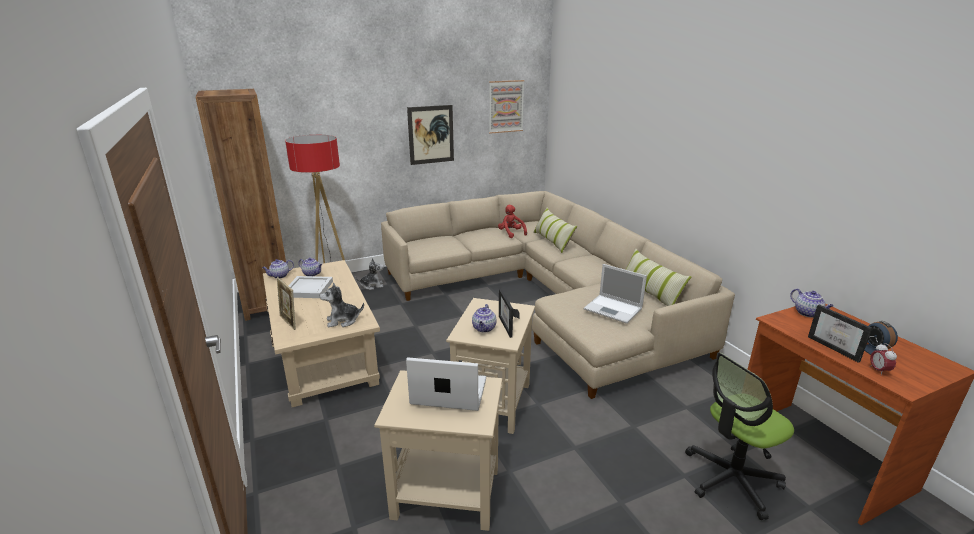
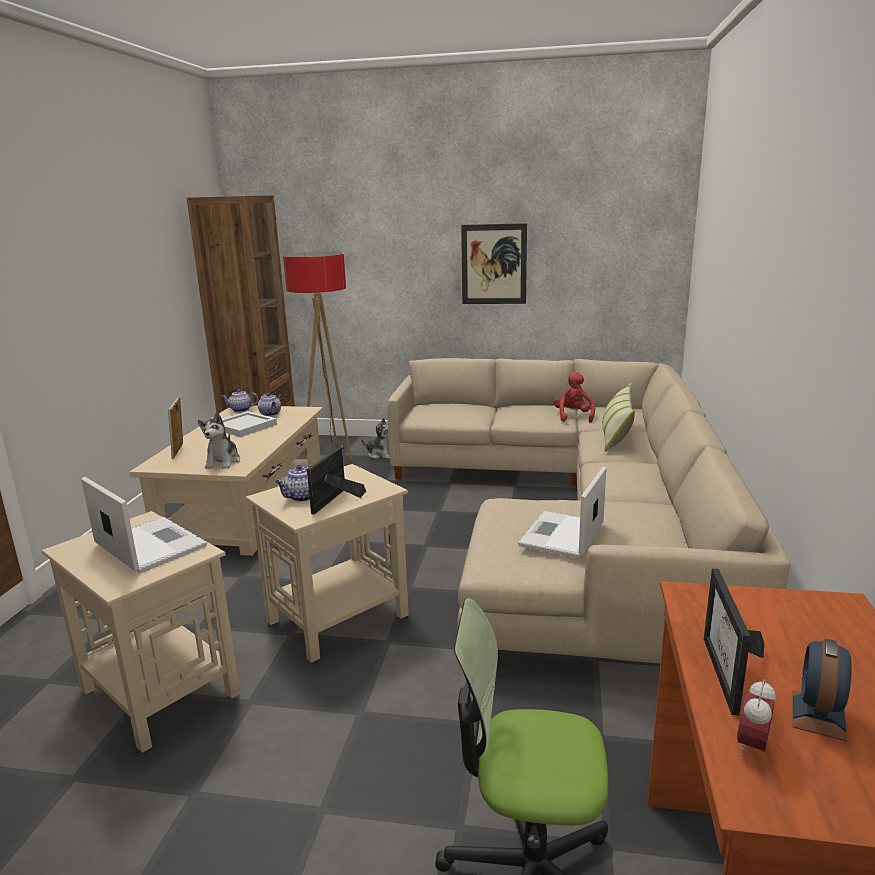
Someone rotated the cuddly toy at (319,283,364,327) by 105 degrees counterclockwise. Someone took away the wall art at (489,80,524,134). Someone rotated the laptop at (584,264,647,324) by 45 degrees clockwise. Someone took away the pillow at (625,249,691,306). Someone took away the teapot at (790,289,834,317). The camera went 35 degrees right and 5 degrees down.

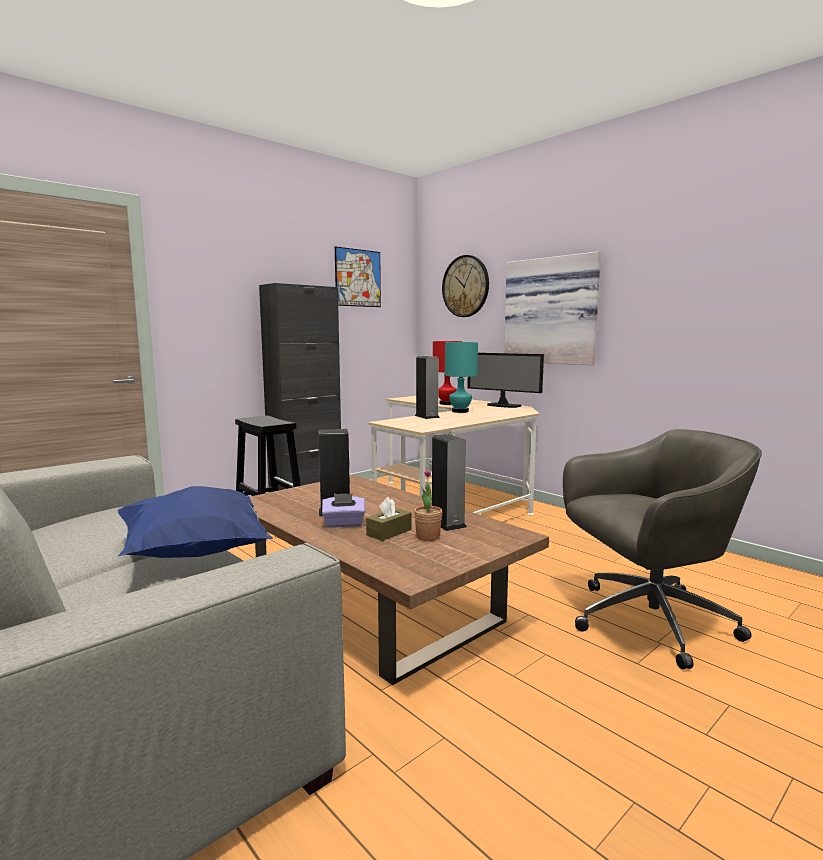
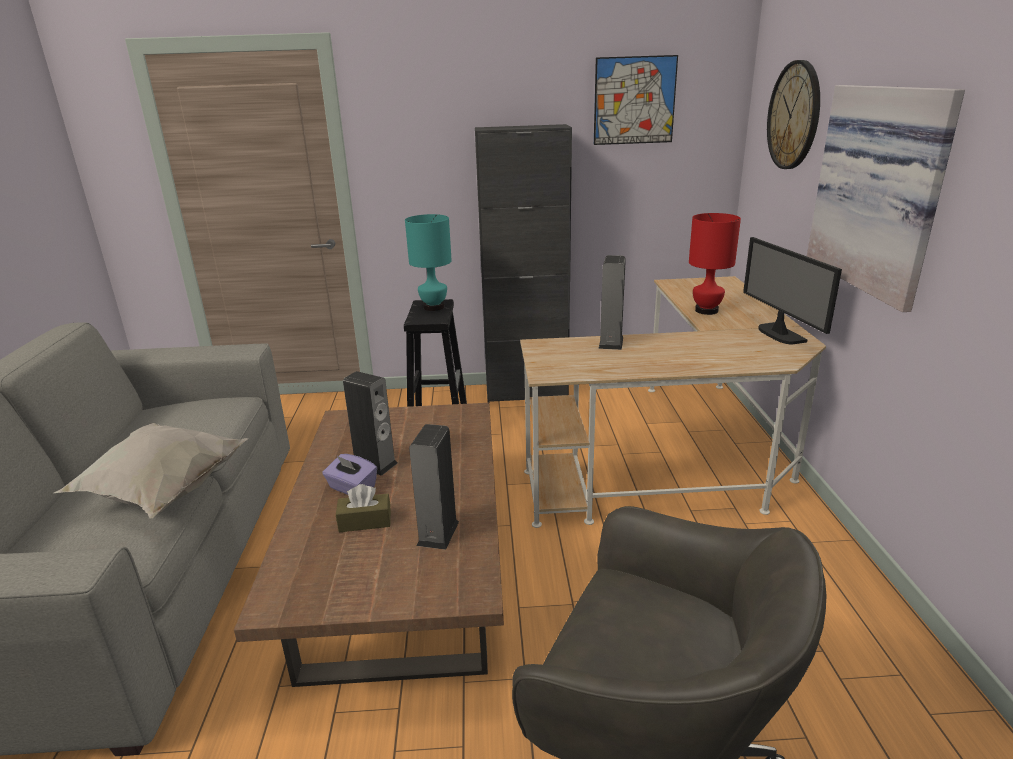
Someone repainted the pillow/blue-coloured at (117,486,273,558), which became the pillow/white-coloured at (54,423,248,518). Someone took away the potted plant at (414,468,442,541). Someone carried the table lamp/turquoise-coloured from (445,342,478,413) to (405,214,452,311). The camera went 40 degrees right and 15 degrees up.

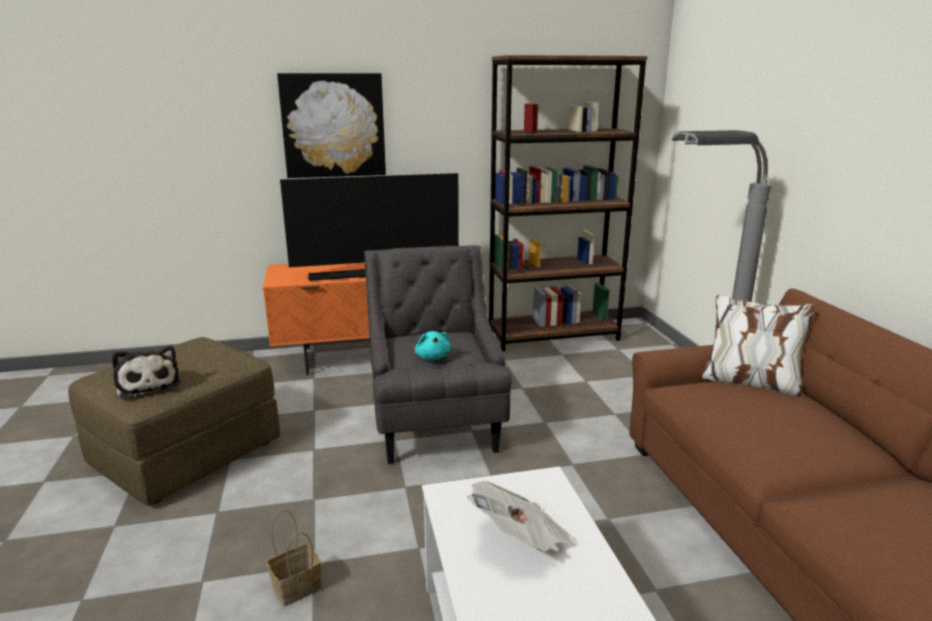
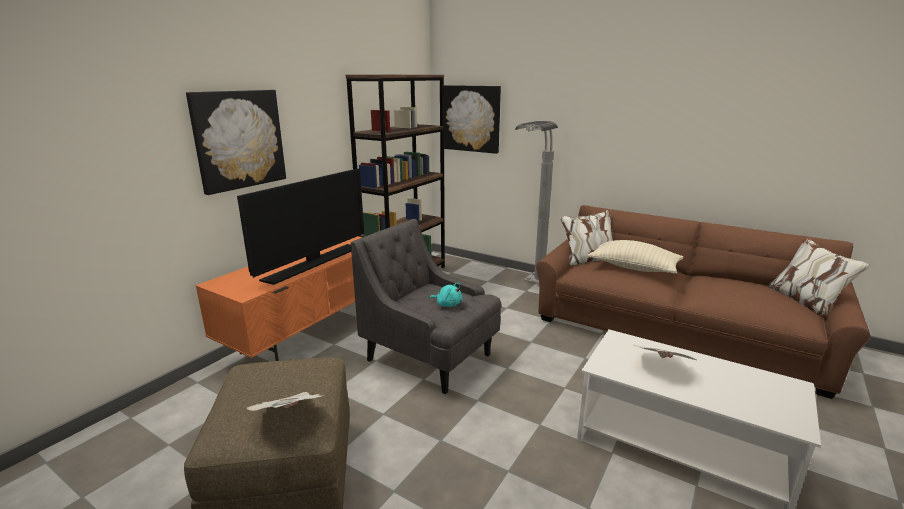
Someone swapped the cuddly toy at (112,346,180,399) for the daily paper at (247,392,324,411). Someone took away the household basket at (267,509,322,606). Someone put up the wall art at (444,85,501,154). Someone put down the pillow/beige-coloured at (588,240,683,274). The camera went 45 degrees left and 0 degrees up.

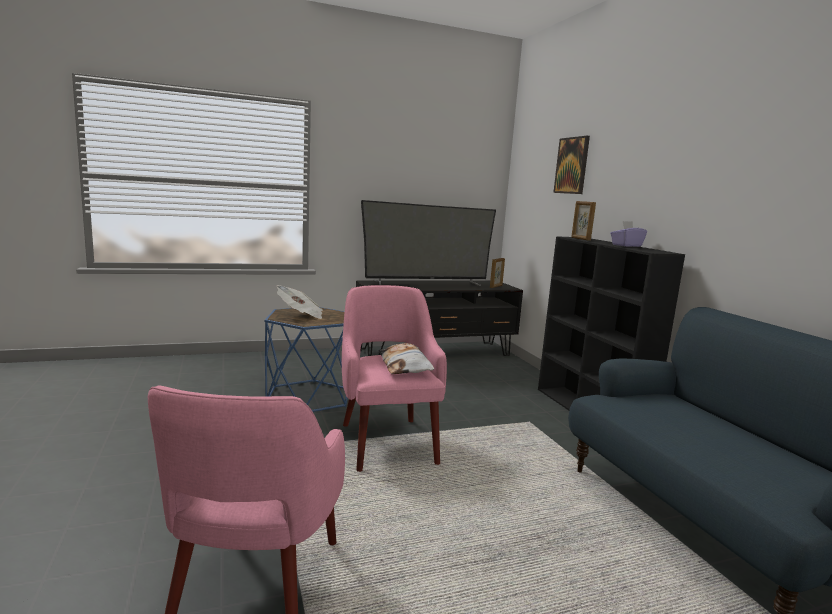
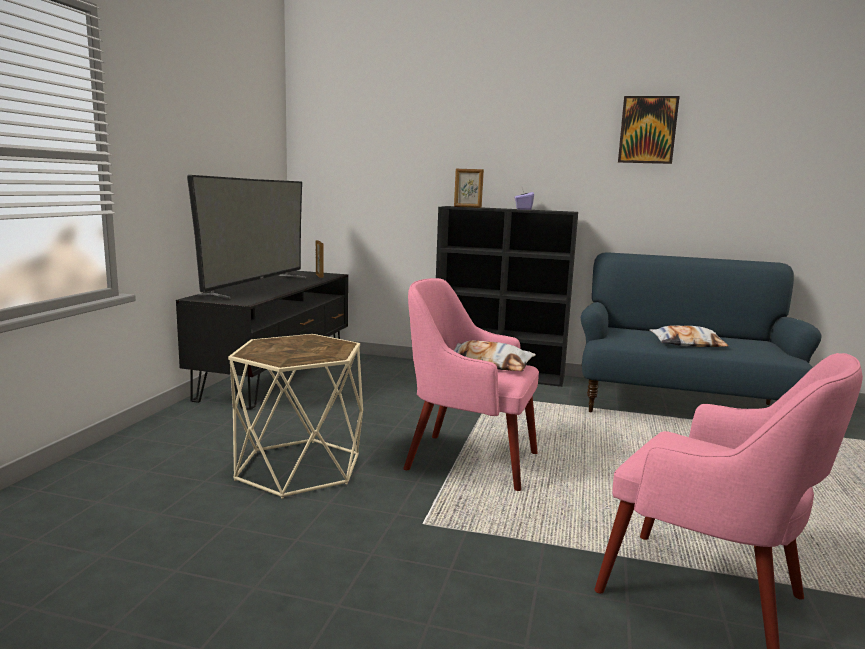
Someone repainted the end table/blue-coloured at (265,307,348,412), which became the end table/beige-coloured at (228,334,363,499). Someone took away the daily paper at (276,285,323,319). Someone carried the wall art from (553,136,590,194) to (618,96,680,164). Someone put down the pillow at (650,326,729,347). The camera went 55 degrees left and 0 degrees up.

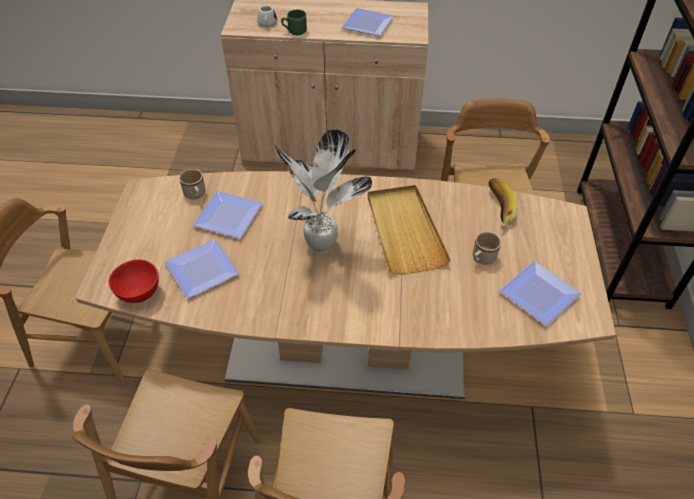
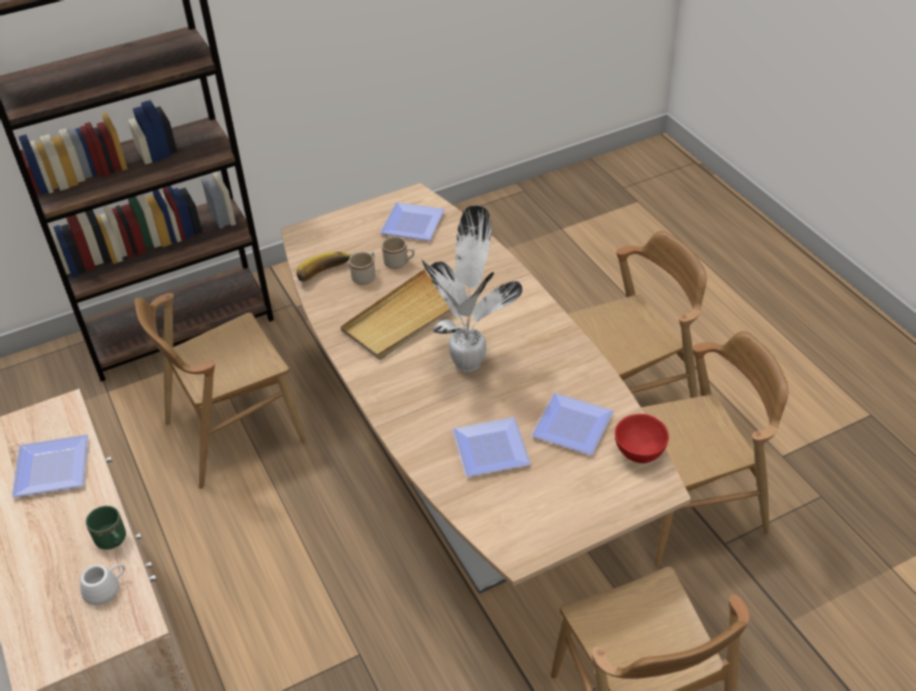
Someone carried the coffee mug/beige-coloured from (179,169,205,199) to (349,251,375,285). The camera went 120 degrees left and 5 degrees down.

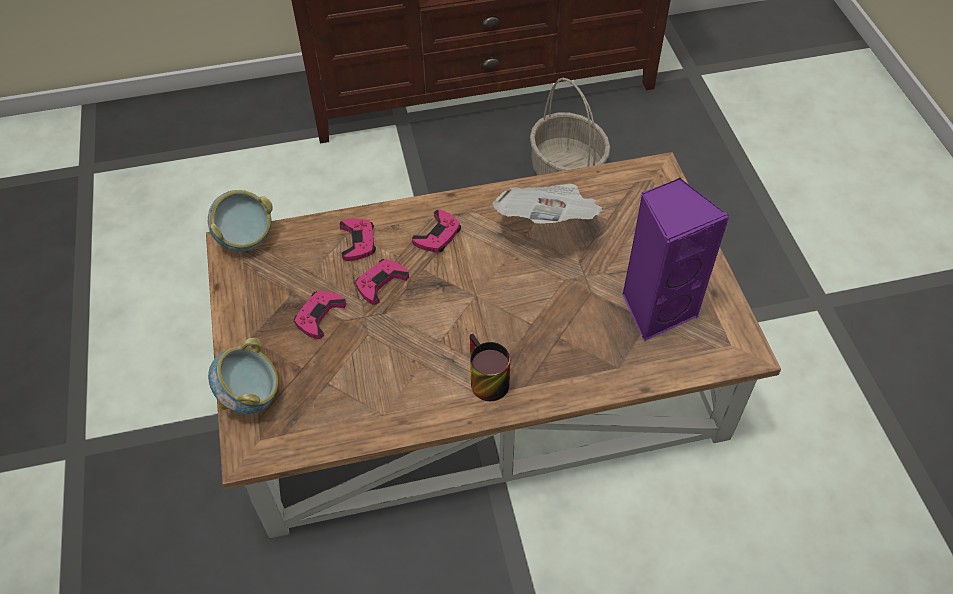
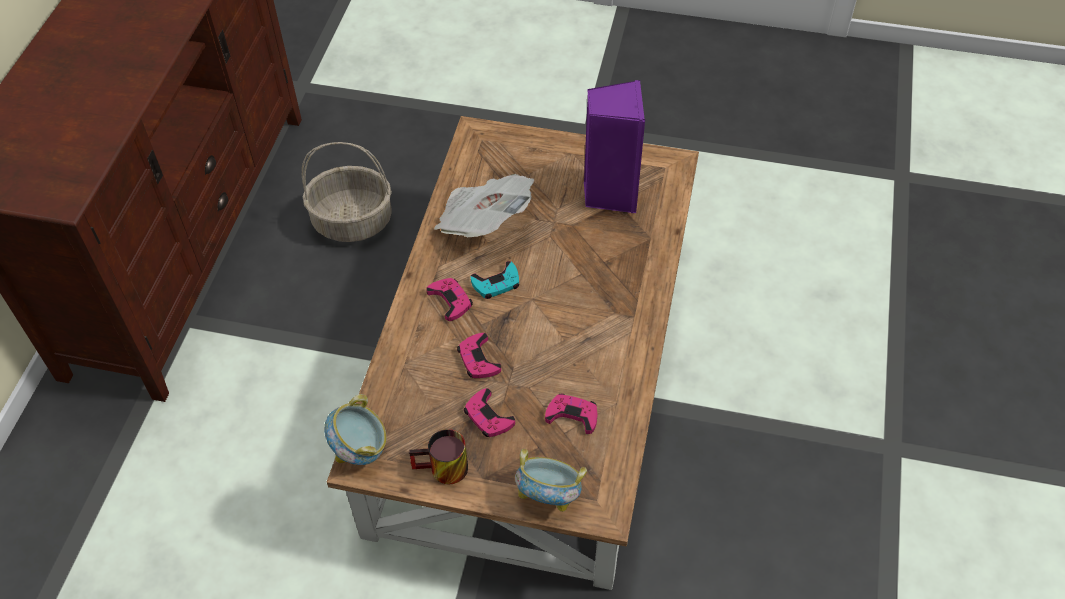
Someone carried the game controller/pink from (340,218,376,261) to (545,394,597,434). Someone carried the coffee mug from (470,334,510,401) to (409,429,468,484). Someone put down the game controller/turquoise-coloured at (471,261,519,299). The camera went 65 degrees left and 0 degrees up.

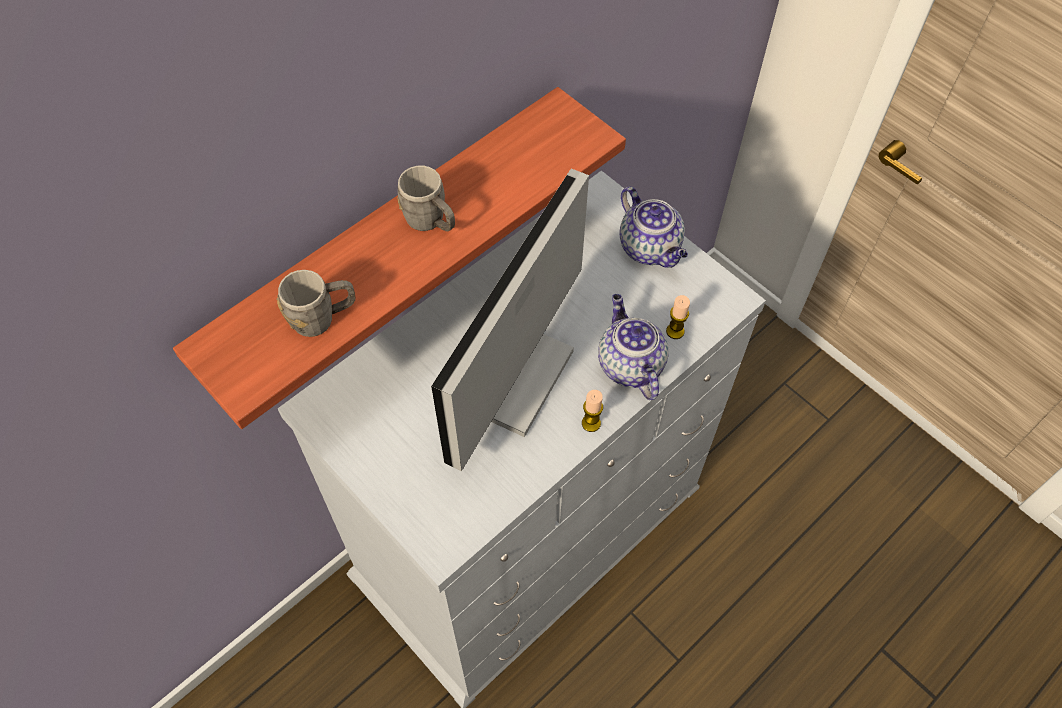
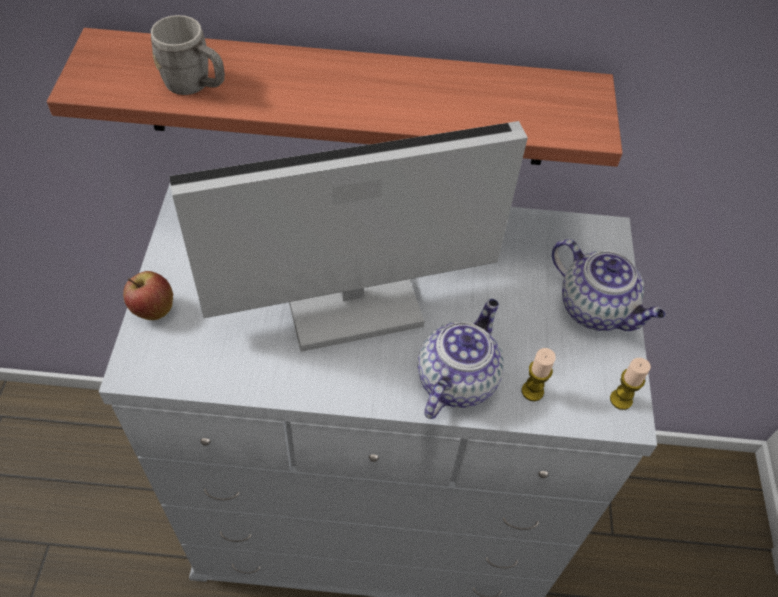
Someone took away the coffee mug/grey at (397,166,455,232). Someone carried the wax candle from (582,390,603,432) to (610,358,651,410). Someone rotated the teapot at (620,187,688,268) by 60 degrees counterclockwise. Someone put down the apple fruit at (123,271,173,320). The camera went 45 degrees right and 5 degrees down.

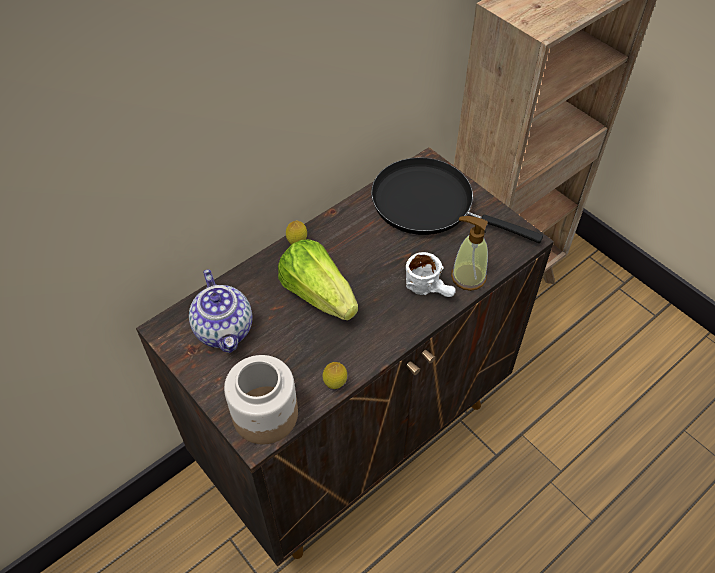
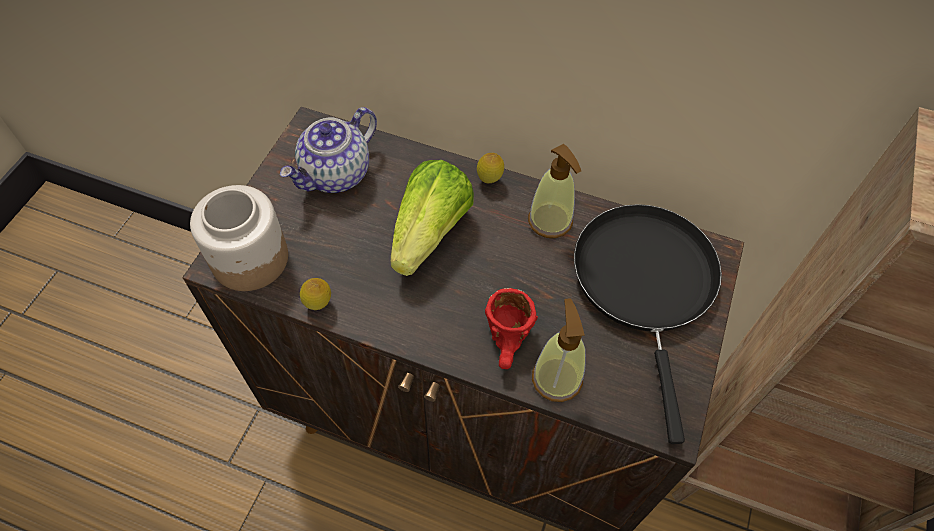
Someone repainted the coffee mug/white-coloured at (406,252,456,297), which became the coffee mug/reddish at (485,288,538,369). Someone put down the soap dispenser at (528,144,581,238). The camera went 60 degrees right and 5 degrees up.

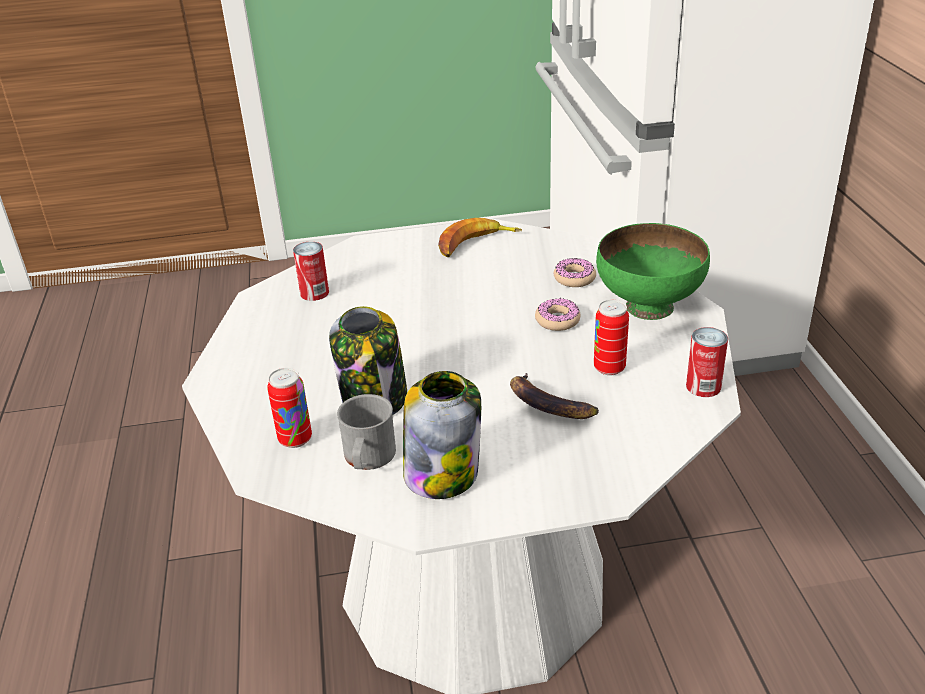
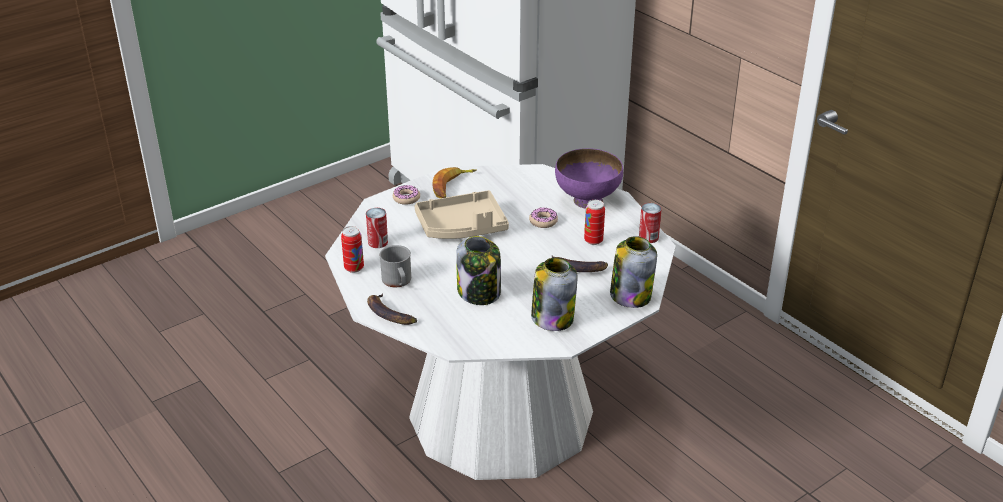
Someone carried the can from (267,368,312,448) to (341,226,364,273). Someone carried the coffee mug/grey from (337,394,396,470) to (379,245,411,287). Someone carried the ring doughnut from (554,258,596,287) to (393,185,420,205). Someone repainted the bowl/greenish at (596,223,710,320), which became the bowl/purple-coloured at (555,148,623,209). Someone put down the banana fruit at (367,293,417,325). Someone put down the carrying tray/beige-coloured at (415,190,509,239). Someone put down the storage jar at (610,236,657,308). The camera went 30 degrees left and 0 degrees up.

